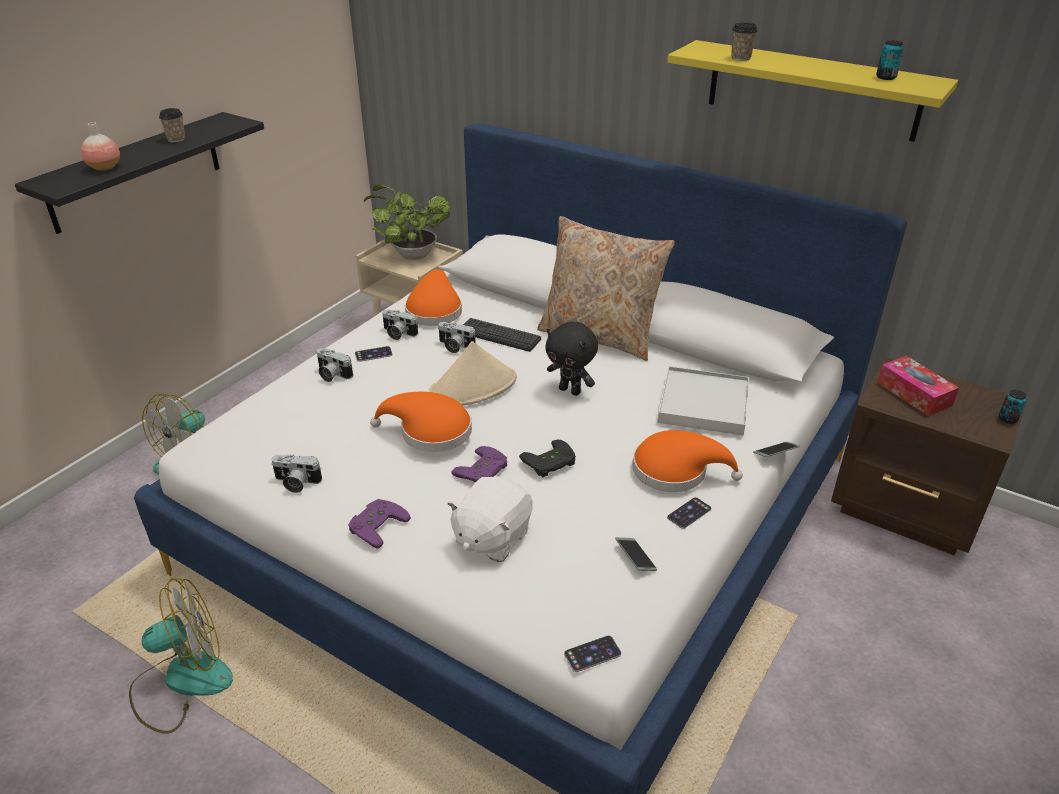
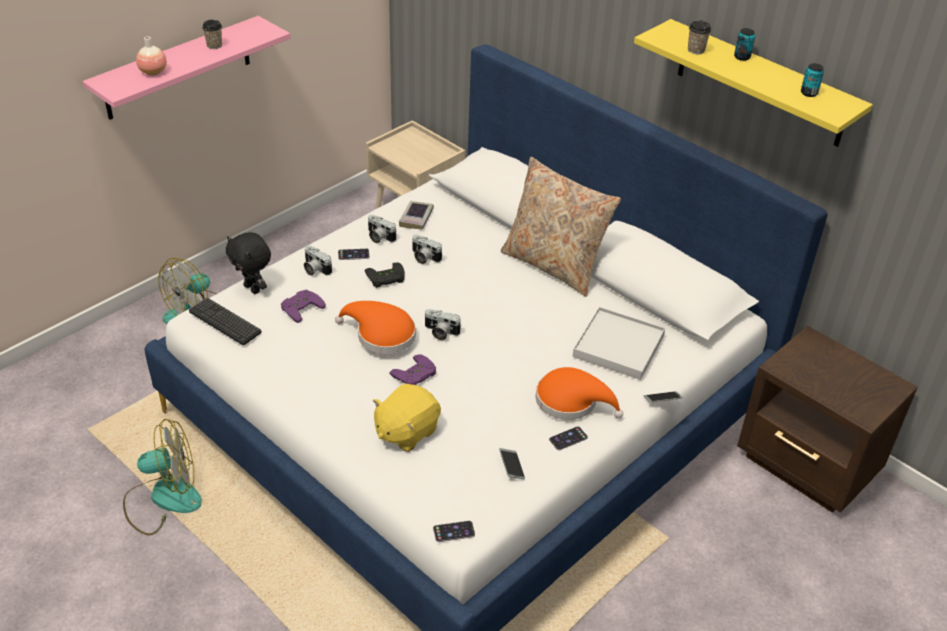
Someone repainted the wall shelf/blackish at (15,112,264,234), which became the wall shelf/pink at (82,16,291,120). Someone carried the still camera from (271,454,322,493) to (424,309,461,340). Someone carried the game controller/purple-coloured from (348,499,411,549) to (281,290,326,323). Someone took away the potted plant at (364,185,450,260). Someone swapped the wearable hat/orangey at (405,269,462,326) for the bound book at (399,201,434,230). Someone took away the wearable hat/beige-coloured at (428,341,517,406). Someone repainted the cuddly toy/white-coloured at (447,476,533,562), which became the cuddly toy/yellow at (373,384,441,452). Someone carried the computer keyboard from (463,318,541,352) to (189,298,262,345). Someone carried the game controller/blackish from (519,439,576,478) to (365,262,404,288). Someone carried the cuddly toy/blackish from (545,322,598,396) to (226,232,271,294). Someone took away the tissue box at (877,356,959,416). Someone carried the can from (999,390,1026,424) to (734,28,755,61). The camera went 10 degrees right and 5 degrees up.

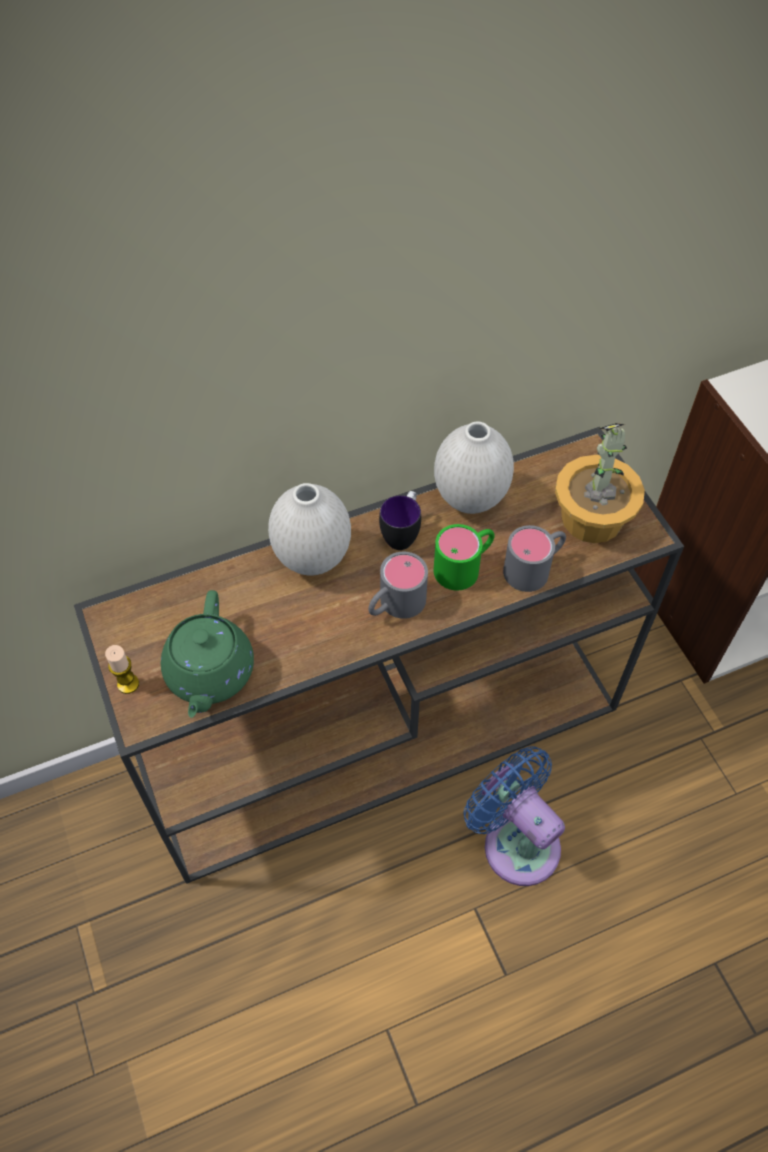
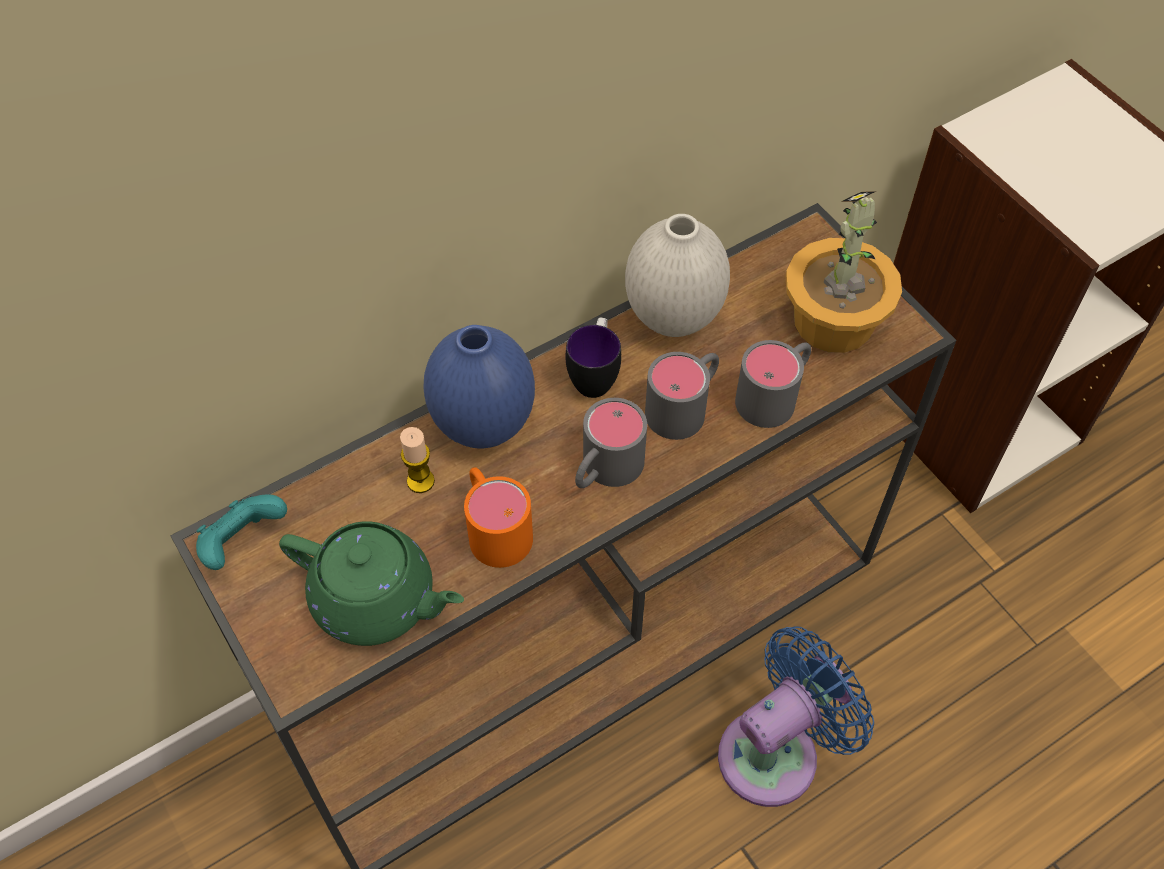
Someone carried the wax candle from (105,645,139,694) to (400,427,435,493). Someone rotated the teapot/greenish at (161,590,254,718) by 60 degrees counterclockwise. Someone repainted the vase/white-coloured at (268,483,351,575), which became the vase/blue-coloured at (424,325,535,448). Someone repainted the coffee mug/greenish at (434,524,494,590), which became the coffee mug/grey at (645,352,719,440). Someone rotated the cooling fan/blue-coloured at (463,746,565,886) by 105 degrees clockwise. Someone put down the game controller/turquoise-coloured at (196,494,287,570). Someone put down the coffee mug/orangey at (464,467,533,568). The camera went 10 degrees left and 0 degrees up.

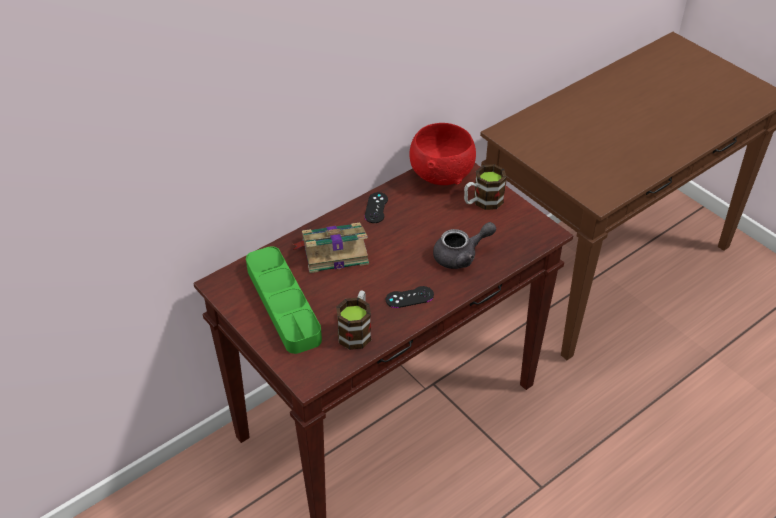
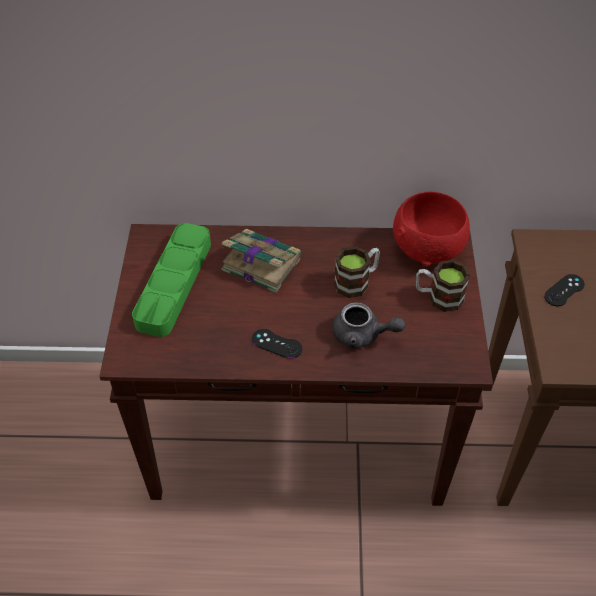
Someone carried the coffee mug from (336,291,371,350) to (334,246,380,298). Someone carried the game controller/blackish from (365,192,388,223) to (544,274,585,306). The camera went 40 degrees right and 5 degrees up.

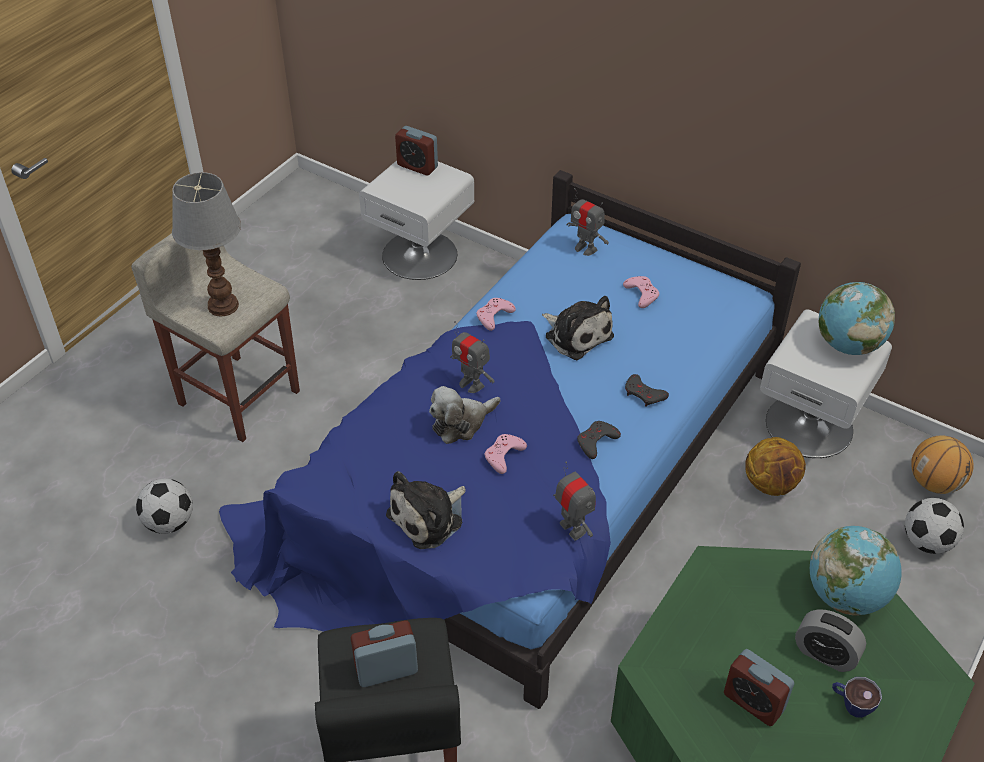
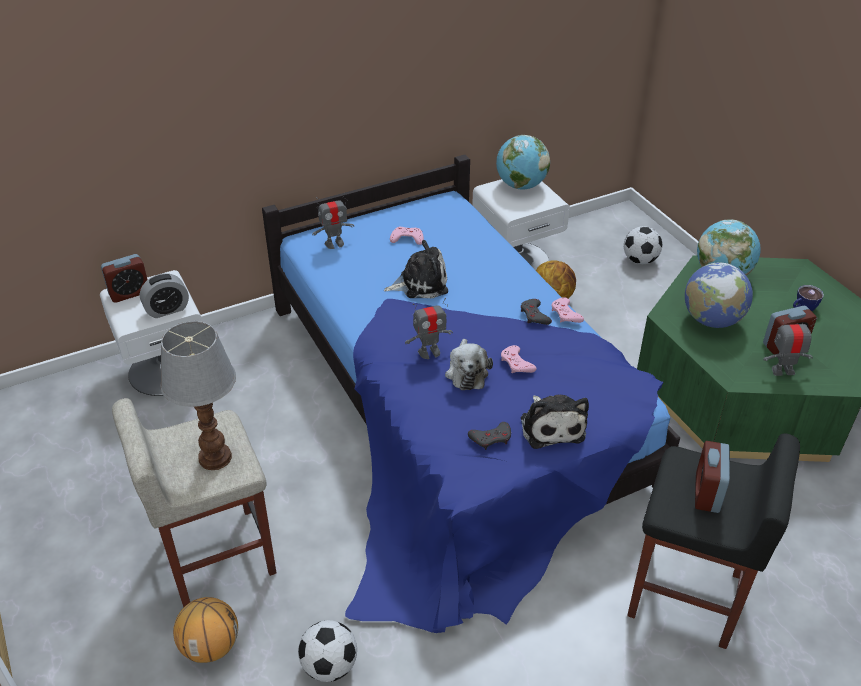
Someone carried the game controller/pink from (476,298,516,331) to (551,297,584,323). Someone carried the robot figure from (553,462,596,540) to (763,317,818,376). Someone carried the game controller/grey from (625,374,669,407) to (468,422,511,450). Someone carried the bedside clock from (795,610,866,672) to (140,273,189,318). Someone carried the basketball ball from (911,435,974,494) to (173,597,238,663). Someone put down the globe at (685,262,753,328). The camera went 60 degrees left and 5 degrees down.

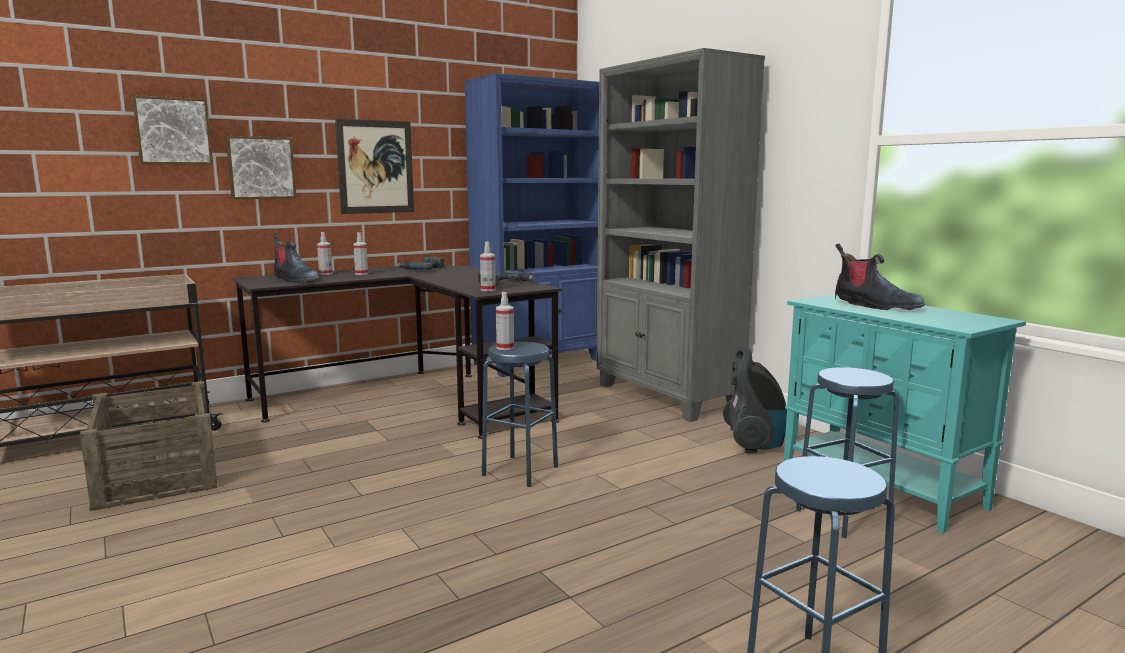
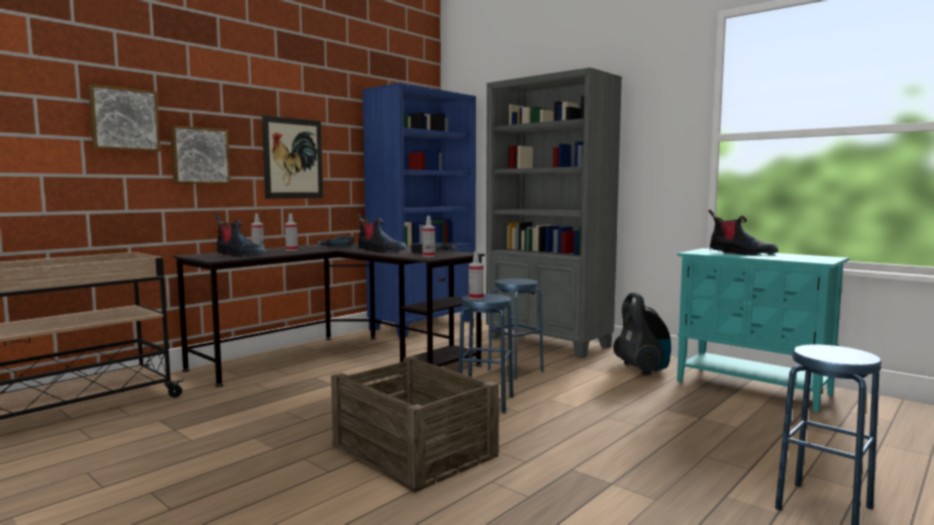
Someone carried the crate from (80,381,217,511) to (331,356,499,493). Someone carried the stool seat/blue-coloured from (796,367,899,538) to (488,278,543,379). Someone put down the high-top boot at (356,213,407,253). The camera went 15 degrees left and 5 degrees down.

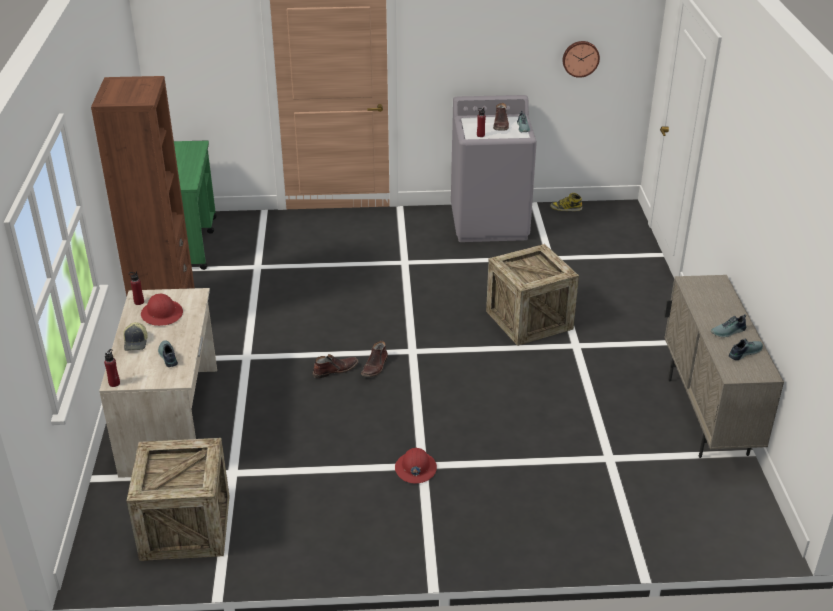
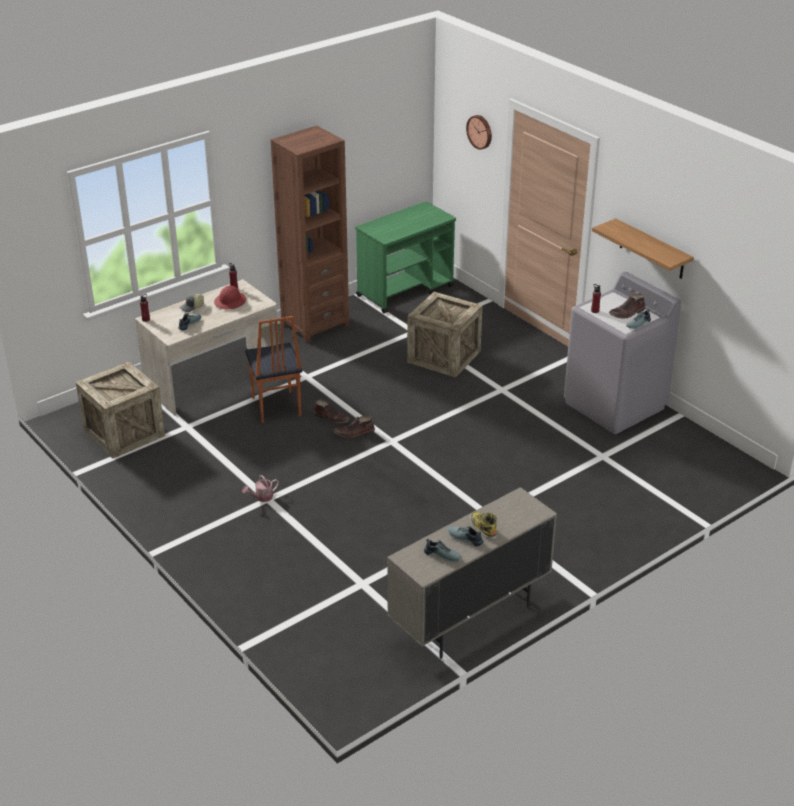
Someone swapped the safety helmet/reddish at (395,448,437,484) for the watering pot at (242,475,279,502). Someone carried the crate from (486,244,579,346) to (407,292,483,378). Someone carried the high-top boot from (550,193,582,211) to (470,511,497,540). Someone carried the hanging clock from (562,41,600,78) to (466,115,492,150). Someone put down the upright chair at (245,316,302,423). Someone put up the wall shelf at (592,218,694,279). The camera went 55 degrees right and 0 degrees up.

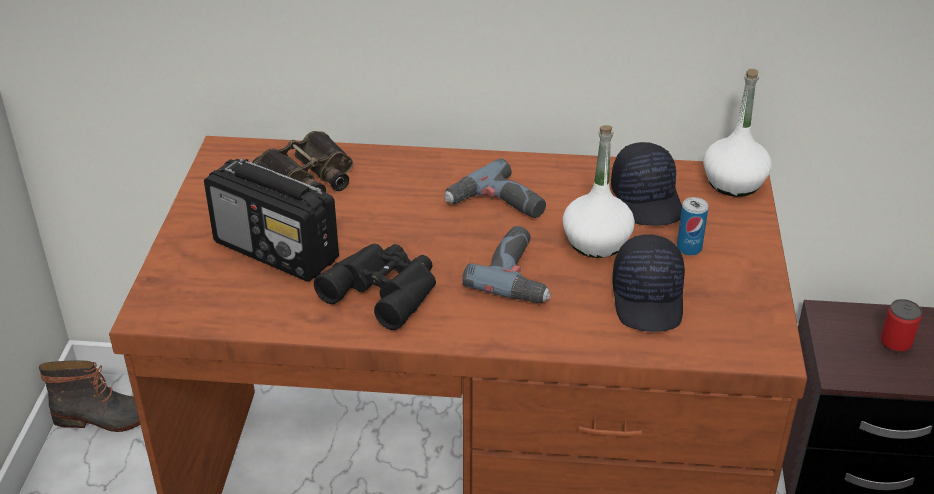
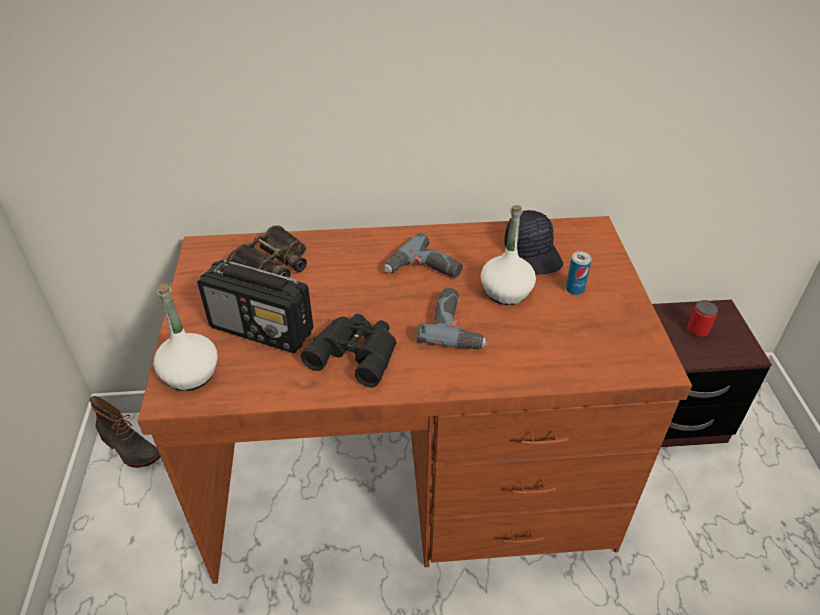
Someone rotated the high-top boot at (39,360,140,432) by 45 degrees clockwise. Someone took away the cap/blackish at (612,234,685,332). Someone carried the bottle/white-coloured from (703,69,772,197) to (154,283,218,391). The camera went 10 degrees left and 5 degrees up.

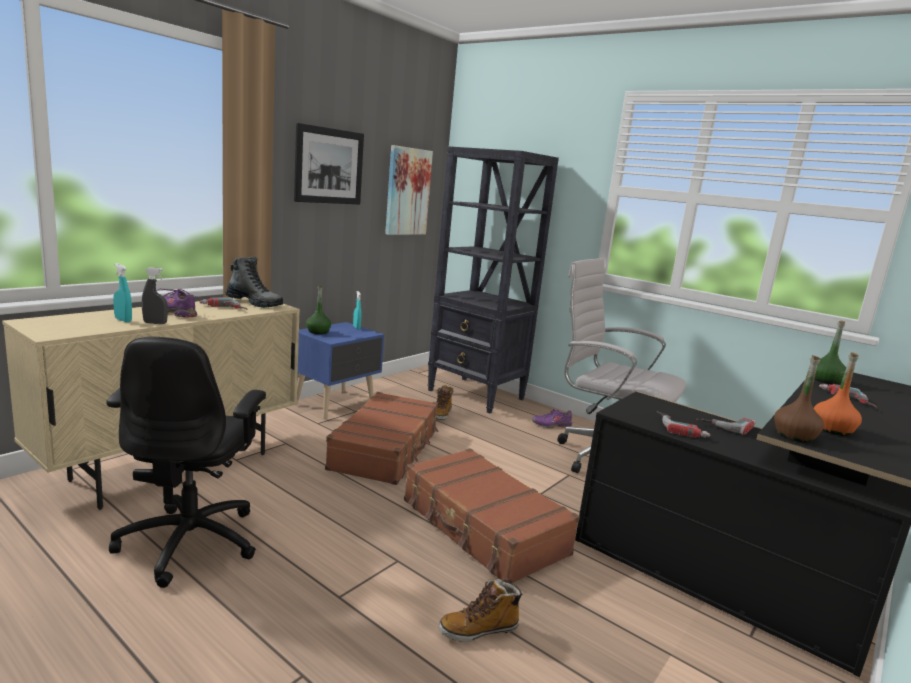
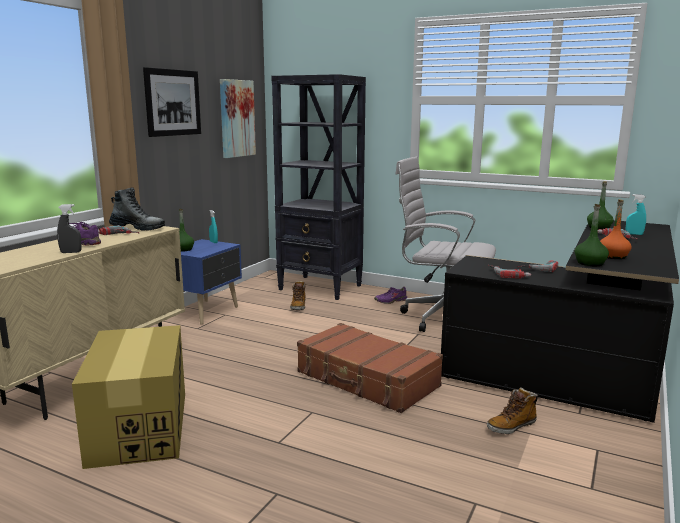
Someone swapped the computer chair/blackish at (106,337,266,588) for the packing box at (72,325,185,469). Someone carried the sprayer/turquoise-coloured from (113,263,132,322) to (626,194,646,235). Someone took away the suitcase/brown-coloured at (325,392,438,485). Someone carried the high-top boot from (439,579,523,642) to (487,387,538,434). Someone repainted the bottle/brown-coloured at (774,355,824,443), which became the bottle/greenish at (575,204,609,266). The camera went 10 degrees left and 0 degrees up.

